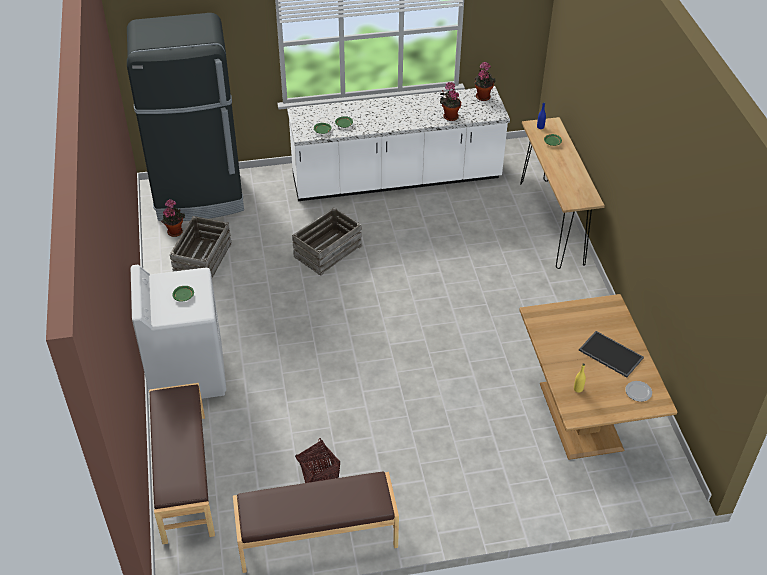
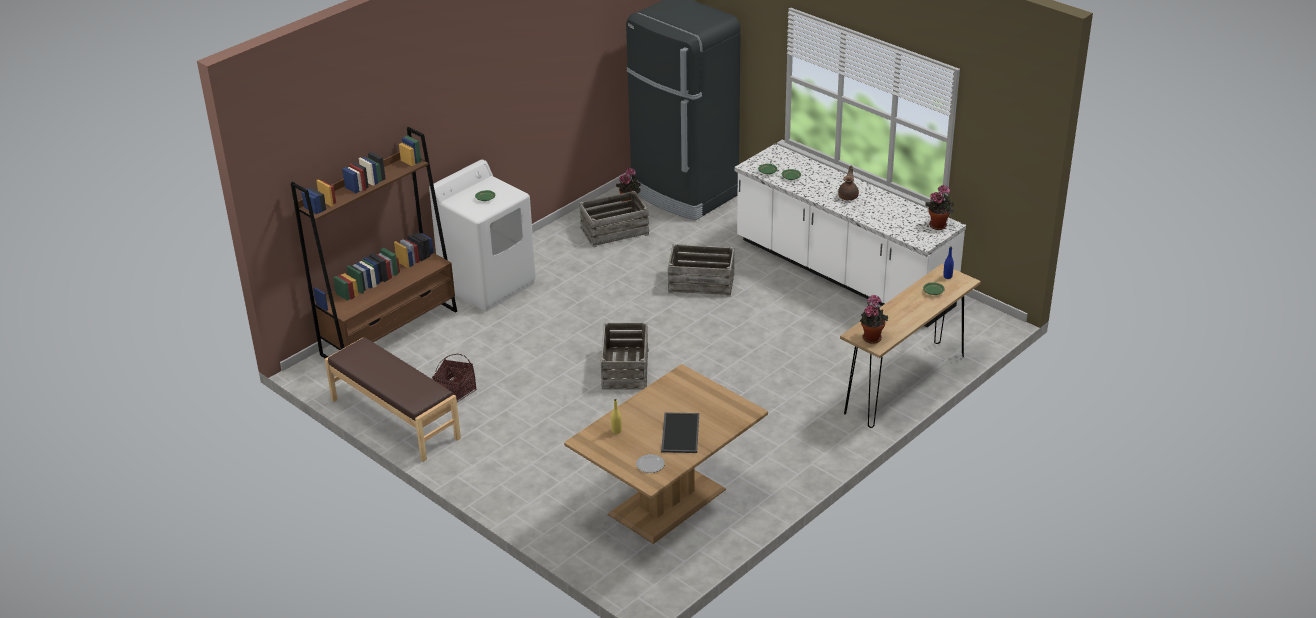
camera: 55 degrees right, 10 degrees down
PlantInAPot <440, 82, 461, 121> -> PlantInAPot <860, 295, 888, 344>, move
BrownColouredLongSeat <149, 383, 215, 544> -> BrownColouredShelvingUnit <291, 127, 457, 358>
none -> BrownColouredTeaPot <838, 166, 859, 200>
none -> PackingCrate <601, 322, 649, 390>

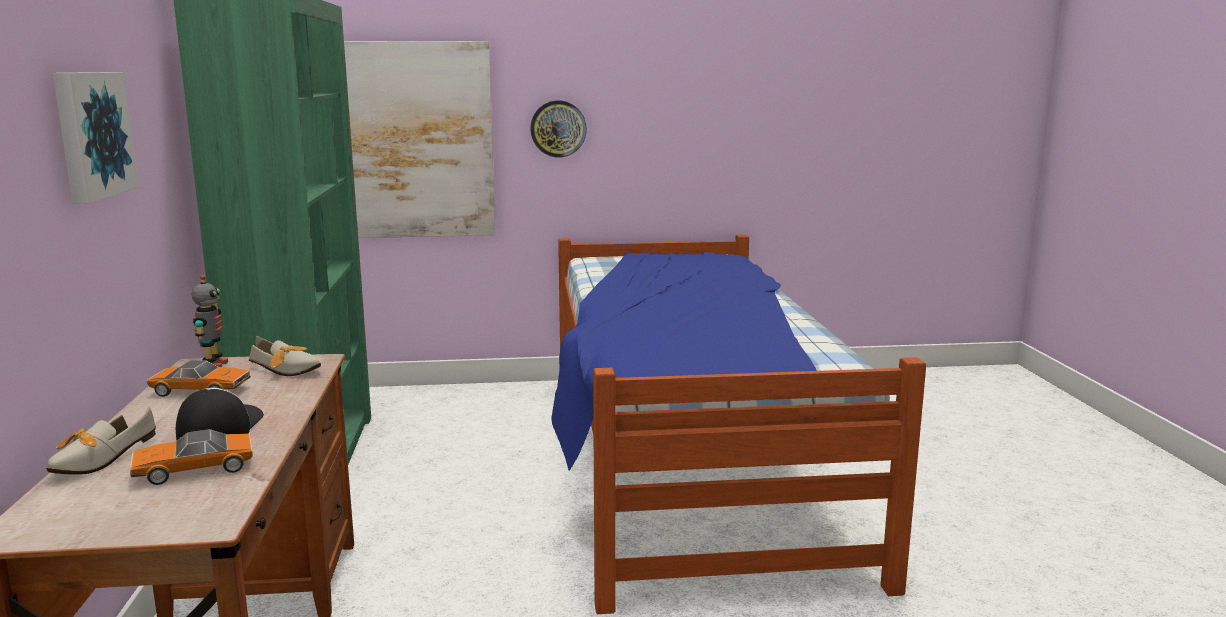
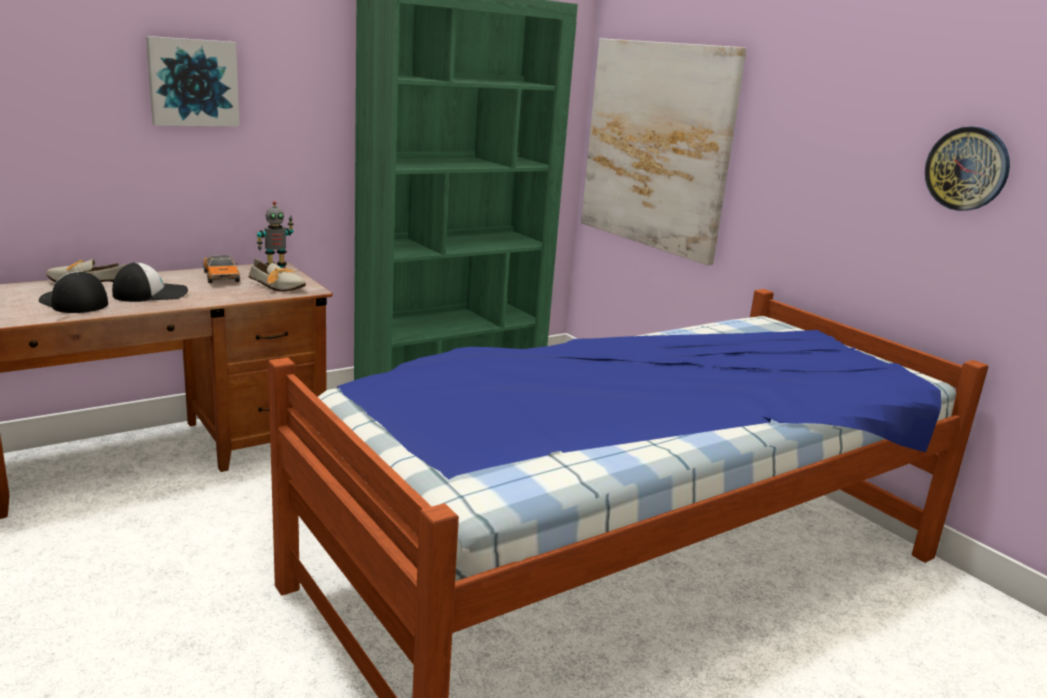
camera: 60 degrees right, 5 degrees up
HangingClock <530, 100, 587, 157> -> HangingClock <925, 127, 1010, 211>, move
ItemOfFootwear <249, 336, 321, 376> -> ItemOfFootwear <248, 259, 306, 292>, 60 degrees counterclockwise
ToyCar <130, 429, 253, 485> -> BaseballCap <39, 271, 108, 313>

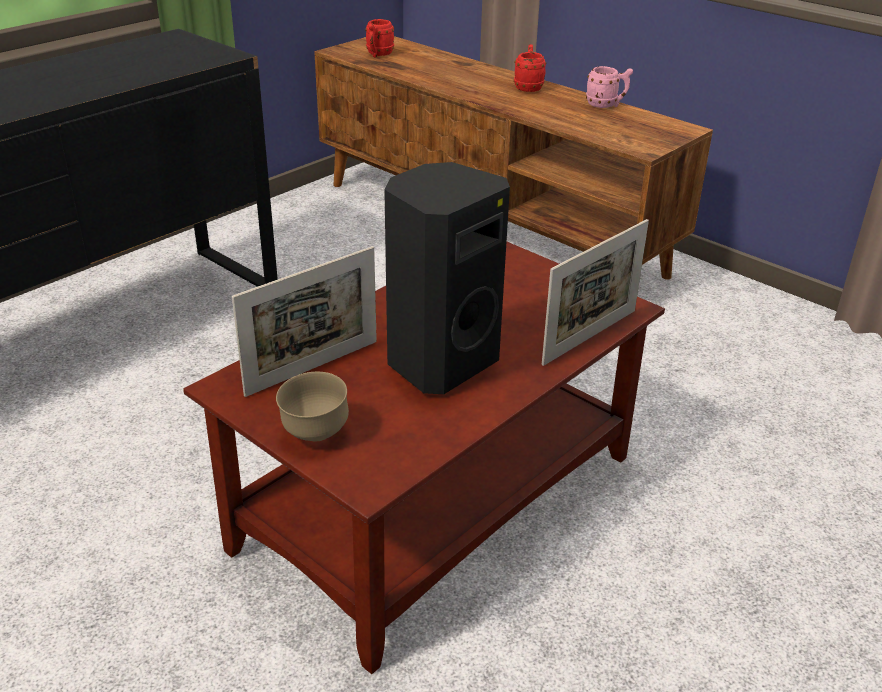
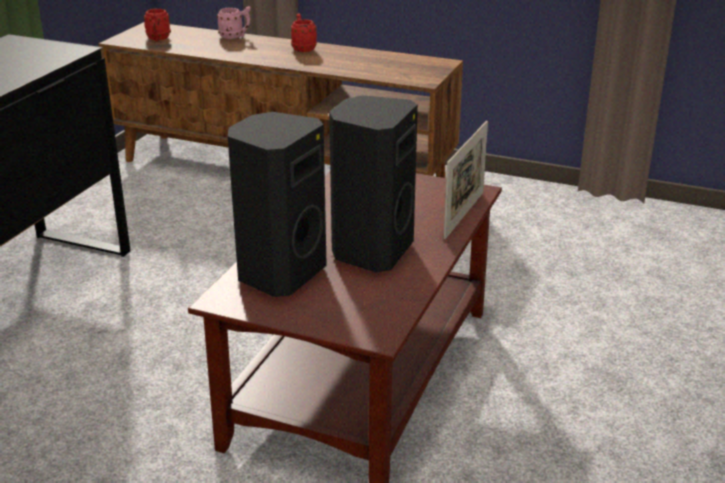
camera: 20 degrees left, 5 degrees down
PinkColouredTeaMug <586, 66, 633, 108> -> PinkColouredTeaMug <217, 7, 251, 39>, move
PictureFrame <232, 246, 377, 397> -> BlackLoudspeaker <228, 112, 327, 297>
BrownColouredServingBowl <276, 372, 349, 441> -> none

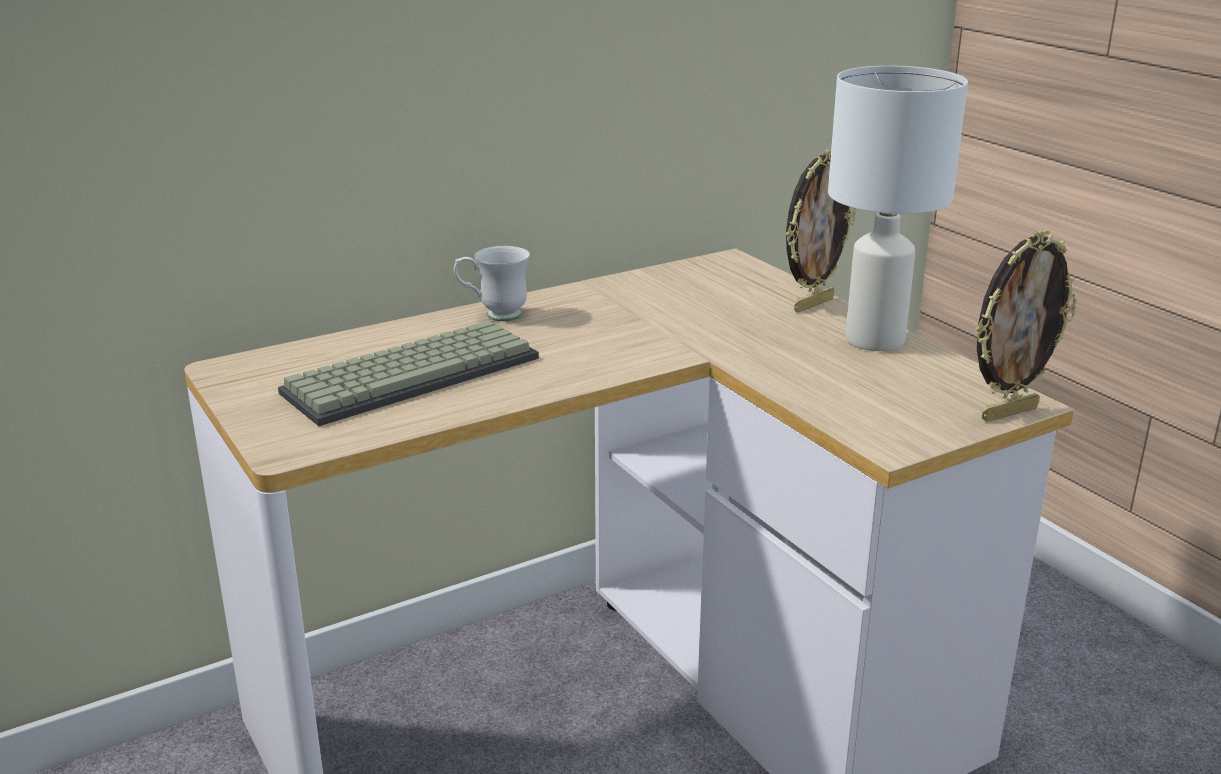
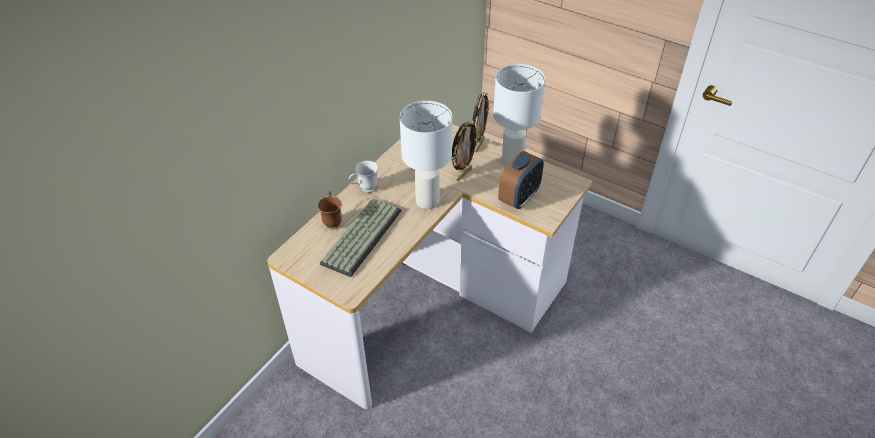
camera: 25 degrees left, 20 degrees up
PictureFrame <976, 230, 1077, 422> -> PictureFrame <452, 121, 479, 181>, move
none -> WhiteColouredTabletopLamp <400, 101, 453, 209>
none -> AlarmClock <498, 151, 544, 209>
none -> BrownColouredTeaMug <317, 191, 342, 230>

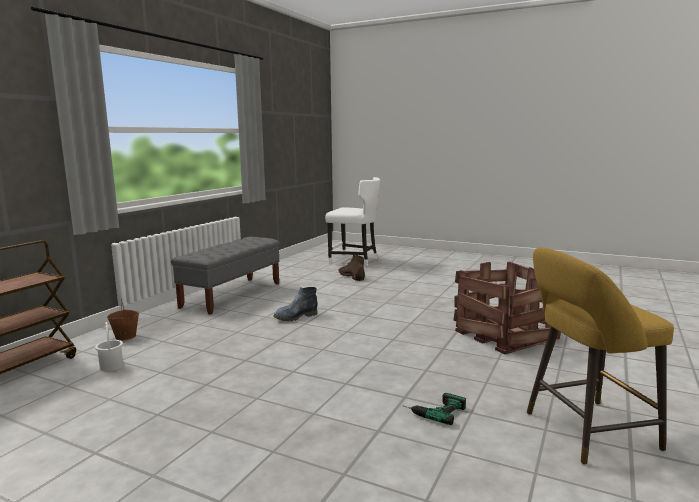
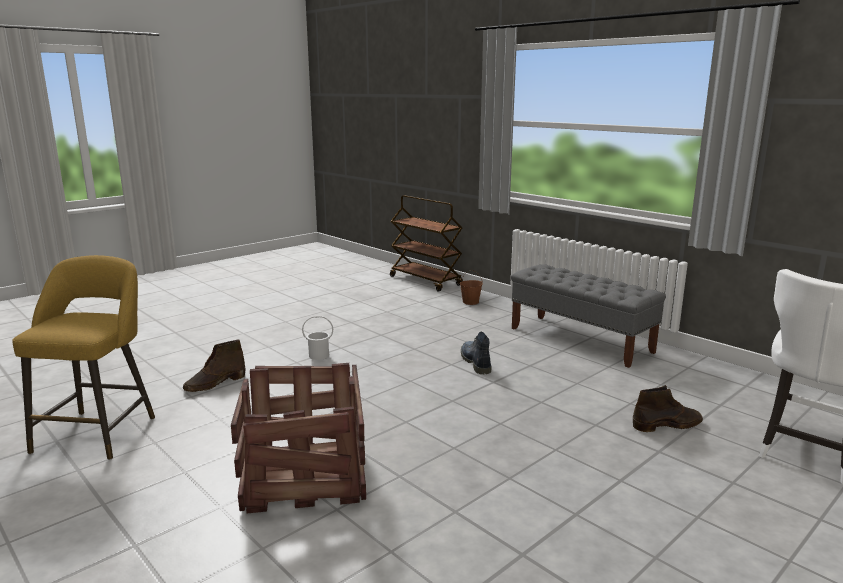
camera: 110 degrees right, 5 degrees up
WhiteColouredWaterBucket <95, 322, 123, 371> -> WhiteColouredWaterBucket <302, 316, 333, 360>, move
Drill <402, 393, 466, 425> -> BrownColouredHighTopBoot <183, 339, 245, 392>

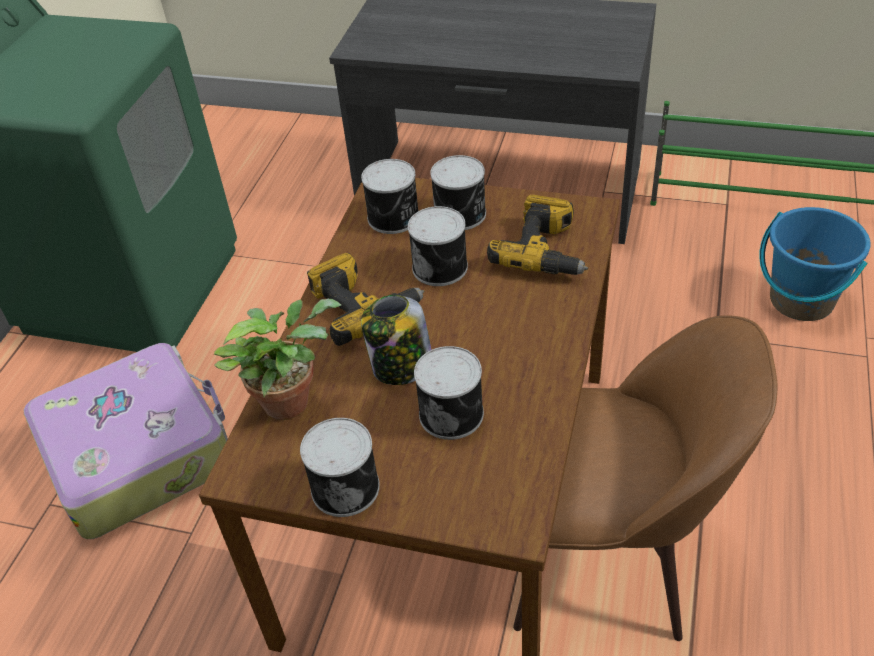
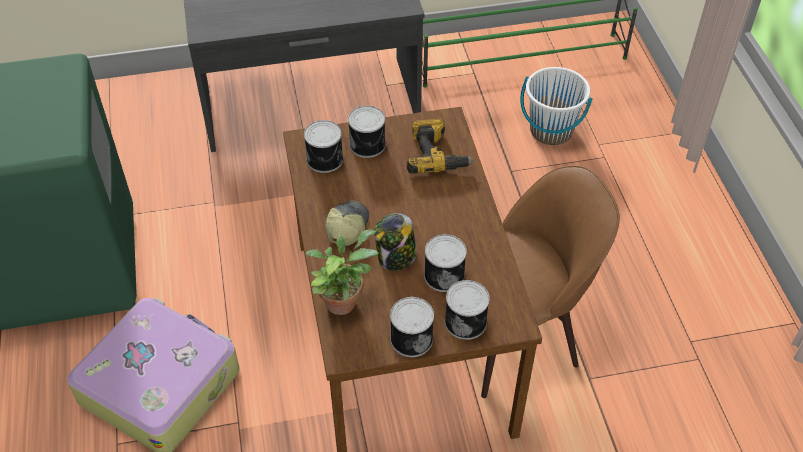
camera: 30 degrees left, 5 degrees up
Can <408, 206, 468, 286> -> Can <445, 280, 490, 340>, move
BluishWaterBucket <759, 207, 871, 321> -> WhiteColouredWaterBucket <520, 67, 593, 145>
Drill <307, 253, 425, 346> -> BaseballCap <325, 201, 369, 246>

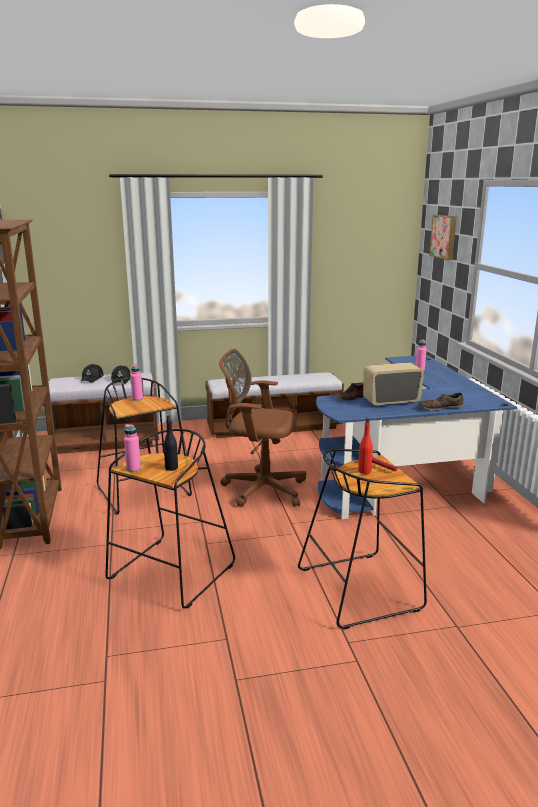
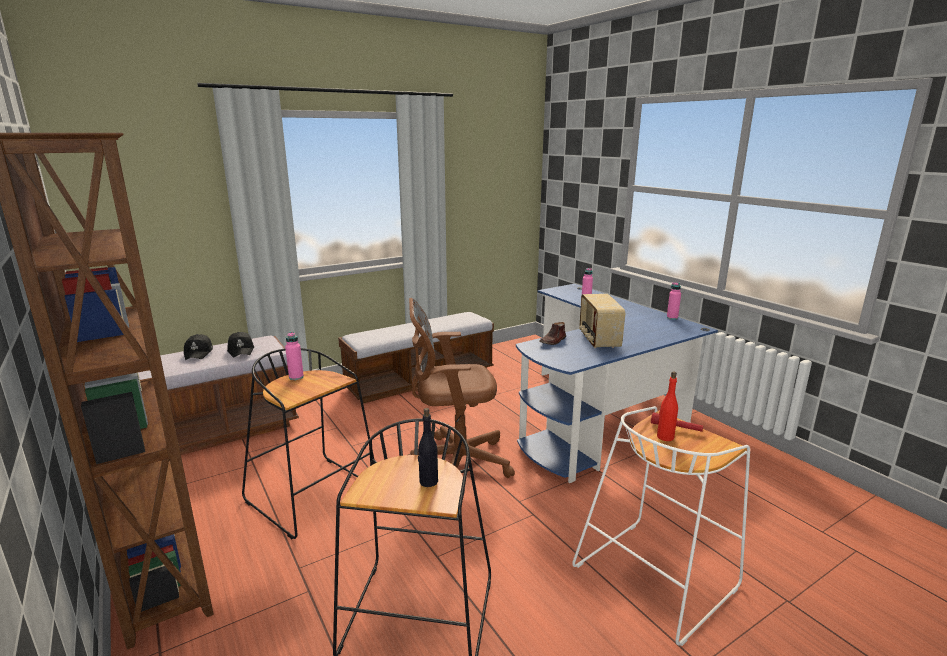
camera: 20 degrees left, 0 degrees up
Picture <429, 215, 457, 260> -> none
RadioReceiver <363, 362, 424, 406> -> RadioReceiver <579, 294, 625, 348>, 60 degrees counterclockwise
BrownColouredItemOfFootwear <418, 393, 463, 411> -> none
PinkColouredBottle <124, 424, 141, 472> -> PinkColouredBottle <667, 282, 681, 320>, move
BlackStoolSeat <298, 449, 427, 630> -> WhiteColouredStoolSeat <572, 406, 750, 646>

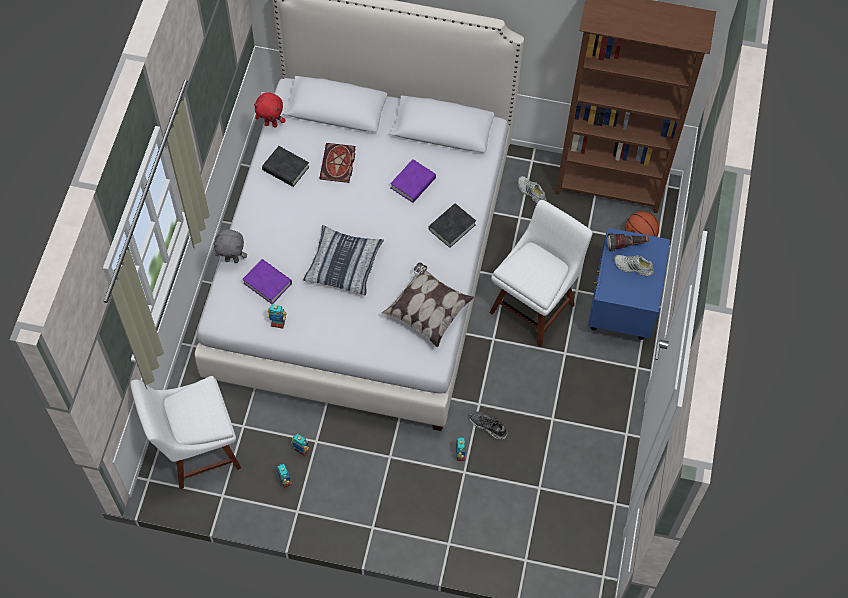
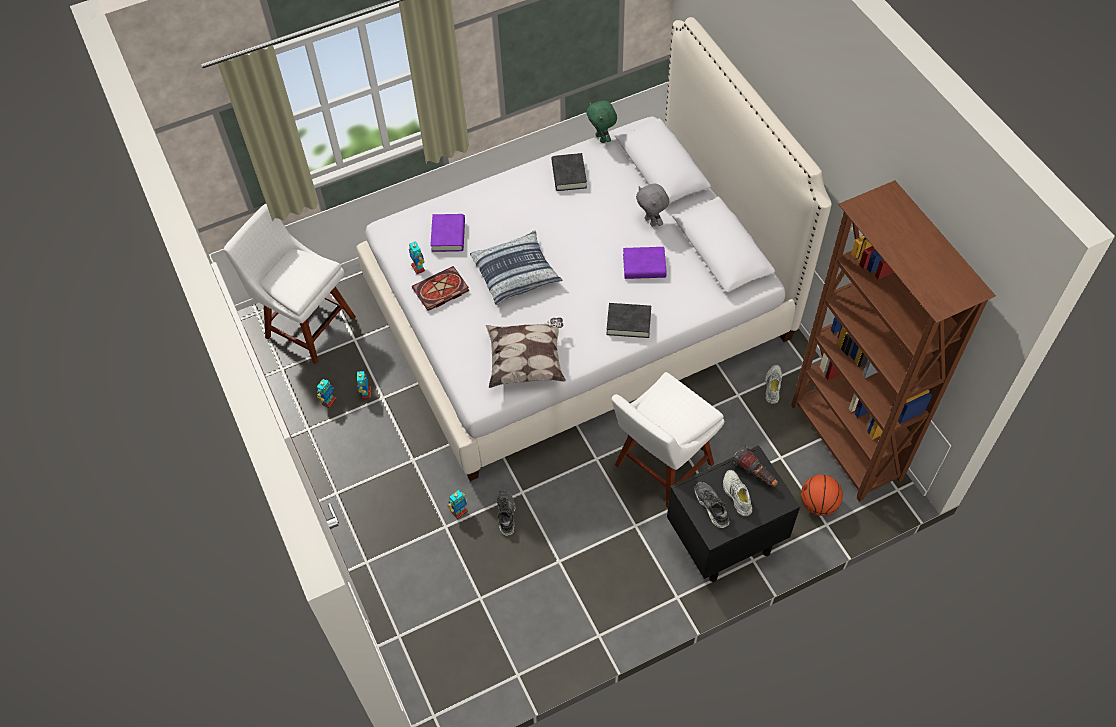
camera: 55 degrees right, 5 degrees down
RedPlushToy <254, 93, 285, 128> -> GreenPlushToy <586, 101, 617, 143>
Book <319, 143, 356, 183> -> Book <412, 266, 469, 311>, move
WhiteColouredUprightChair <489, 200, 593, 347> -> WhiteColouredUprightChair <611, 372, 724, 508>, 135 degrees clockwise
BluishNightstand <588, 228, 670, 340> -> BlackNightstand <667, 445, 800, 582>
GreyPlushToy <213, 229, 247, 263> -> GreyPlushToy <636, 184, 669, 226>, move
none -> ItemOfFootwear <694, 482, 730, 528>

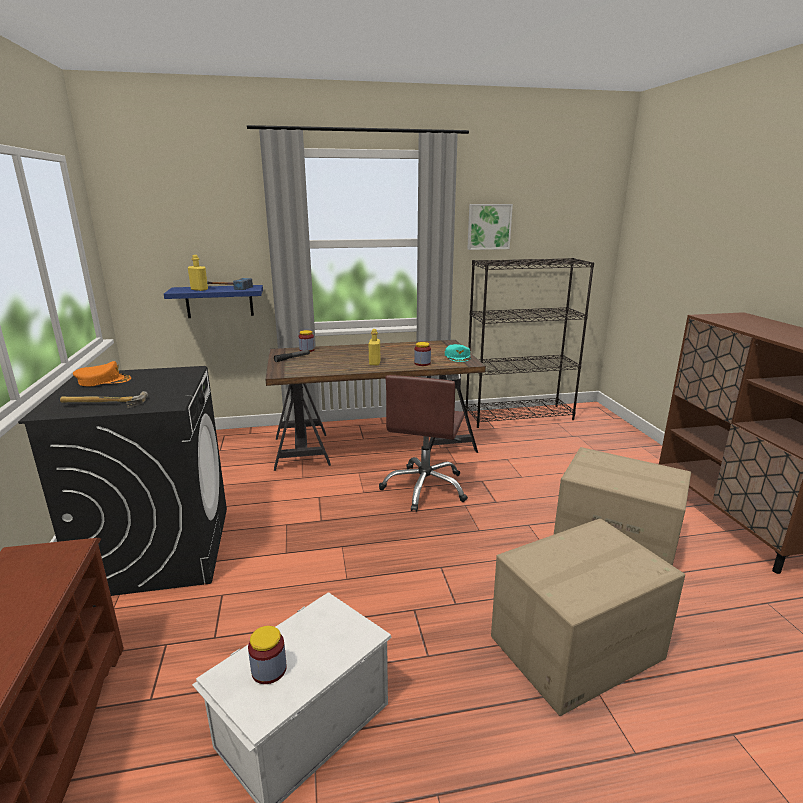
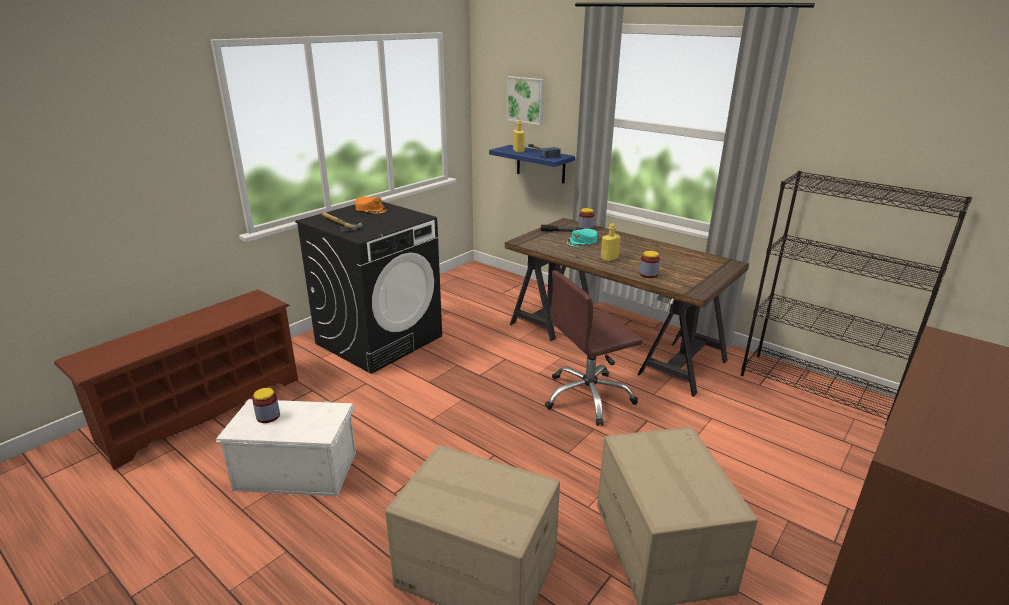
camera: 50 degrees right, 5 degrees up
Picture <467, 204, 513, 250> -> Picture <507, 76, 545, 125>, move
BlueGreenBaseballCap <445, 344, 471, 362> -> BlueGreenBaseballCap <567, 229, 598, 247>, move

